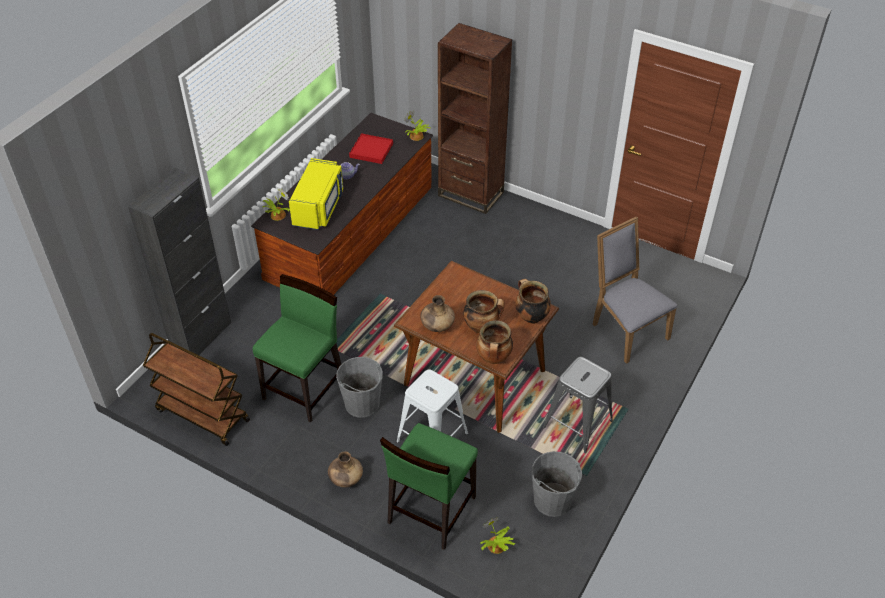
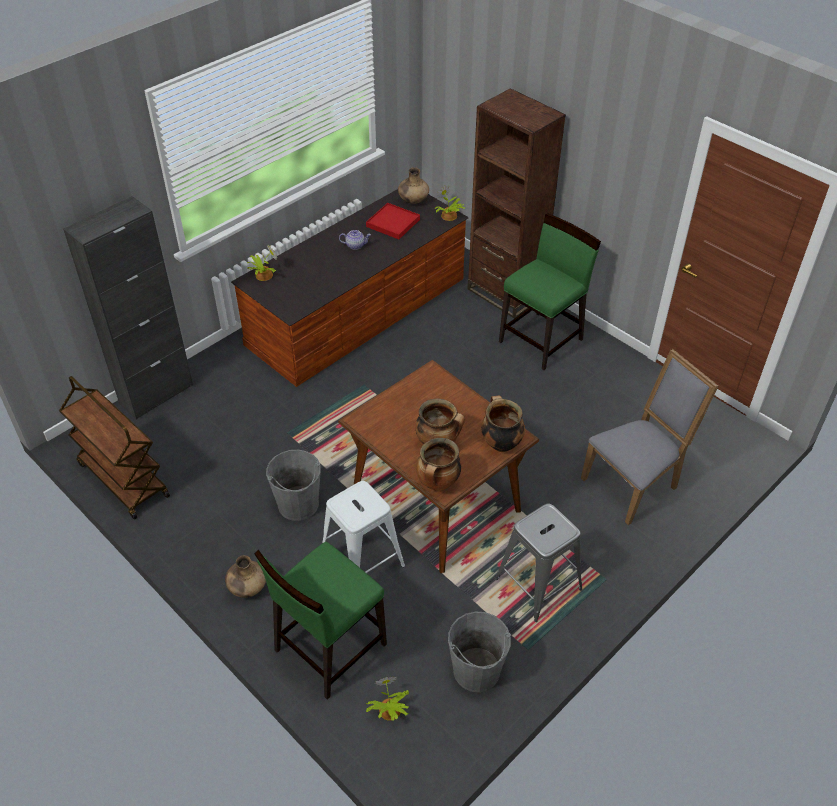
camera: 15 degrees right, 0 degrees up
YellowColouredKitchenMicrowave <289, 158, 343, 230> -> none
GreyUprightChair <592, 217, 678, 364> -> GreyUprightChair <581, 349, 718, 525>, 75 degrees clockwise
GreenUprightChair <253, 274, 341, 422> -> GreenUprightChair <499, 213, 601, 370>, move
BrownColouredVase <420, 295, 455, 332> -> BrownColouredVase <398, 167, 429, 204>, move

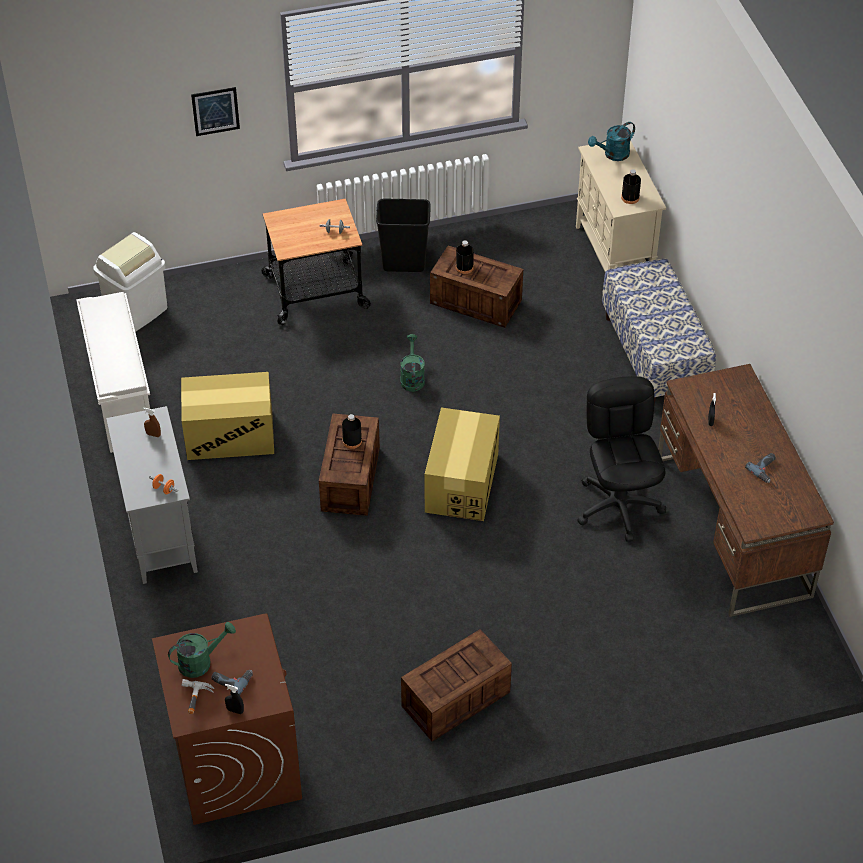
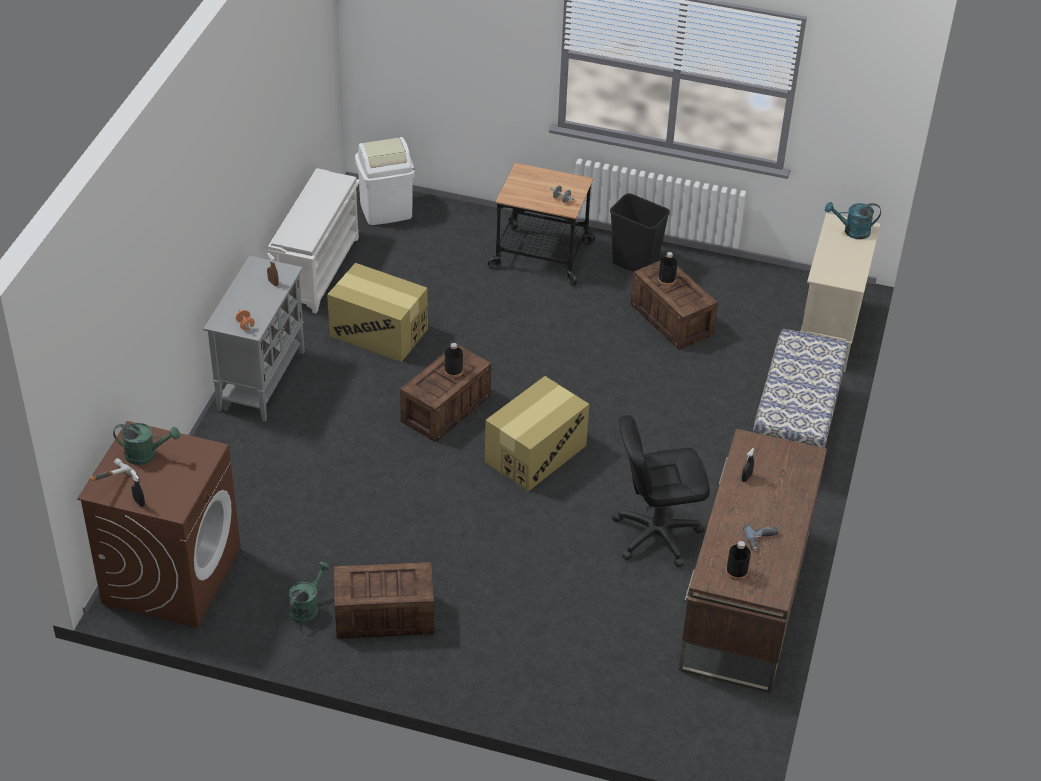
camera: 30 degrees right, 5 degrees down
Picture <191, 87, 240, 136> -> none
BlackBottle <621, 169, 641, 204> -> BlackBottle <726, 541, 751, 581>, move
GreenWateringPot <400, 334, 425, 392> -> GreenWateringPot <289, 562, 330, 624>, move
BlackComputerChair <577, 376, 666, 542> -> BlackComputerChair <612, 415, 710, 568>, 120 degrees counterclockwise
Drill <211, 670, 253, 695> -> none

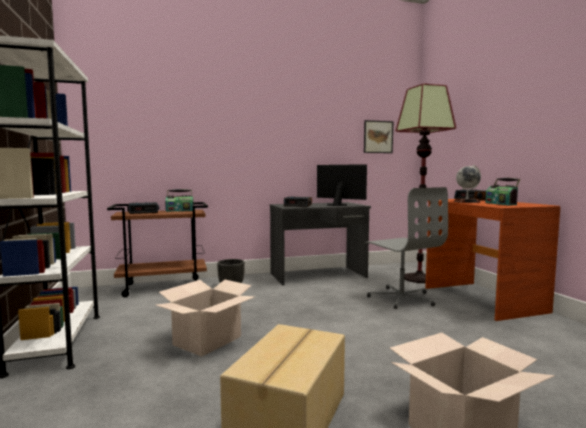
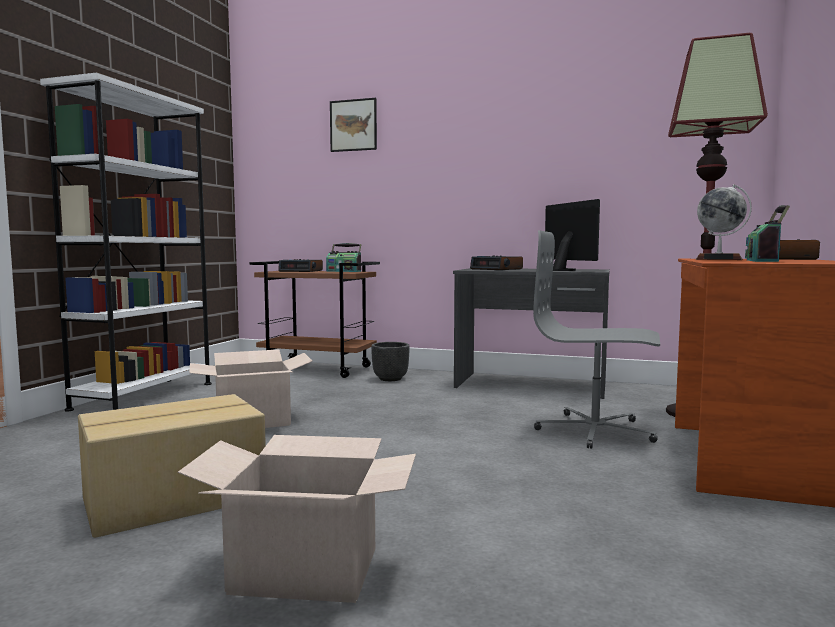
camera: 35 degrees right, 0 degrees up
Picture <364, 120, 393, 153> -> Picture <330, 98, 377, 152>, move
GreyComputerChair <365, 187, 448, 309> -> GreyComputerChair <533, 230, 660, 449>, 105 degrees clockwise

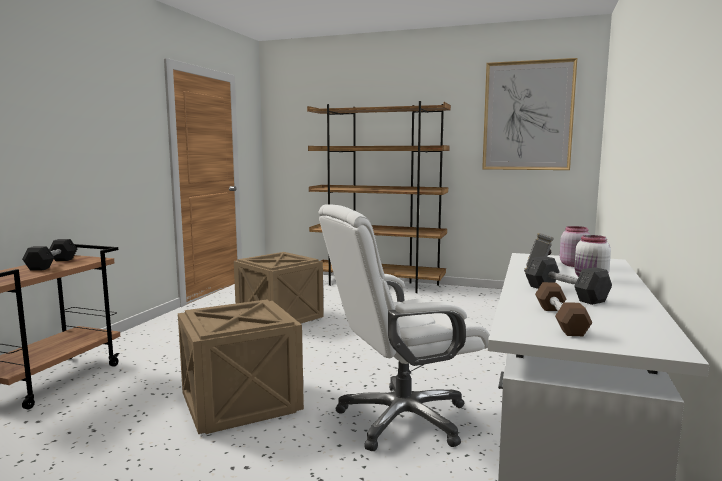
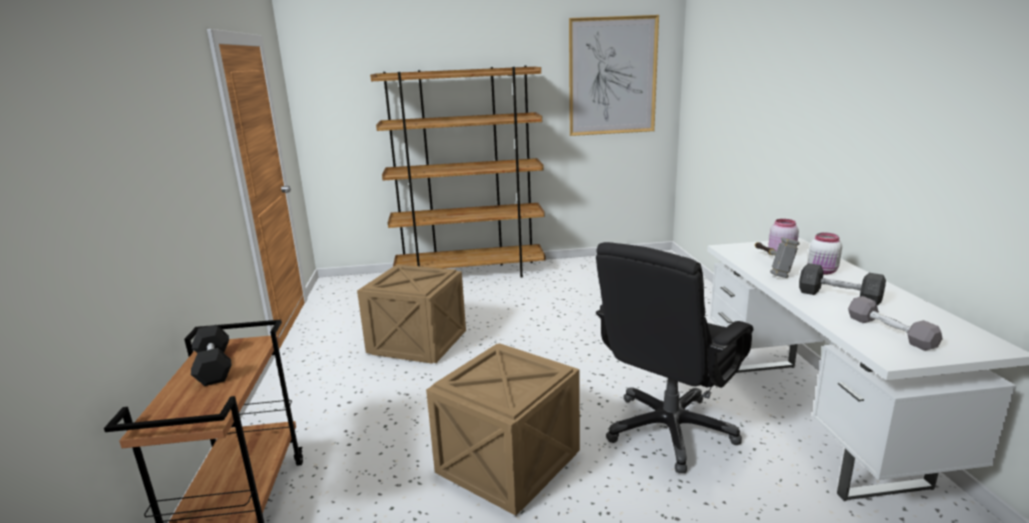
camera: 25 degrees left, 10 degrees up
WhiteColouredComputerChair <318, 204, 490, 451> -> BlackComputerChair <596, 242, 753, 473>
BrownColouredFreeWeight <535, 282, 592, 336> -> GreyFreeWeight <848, 296, 943, 351>

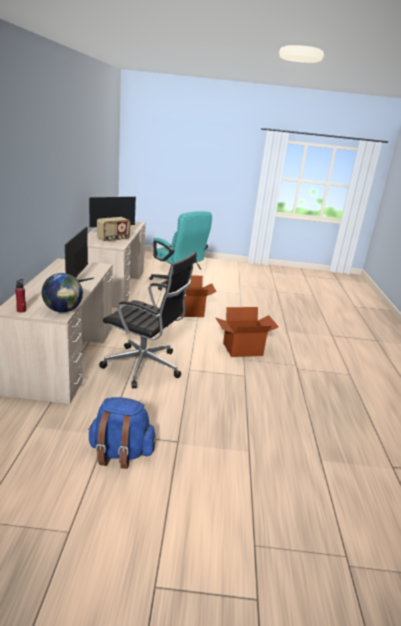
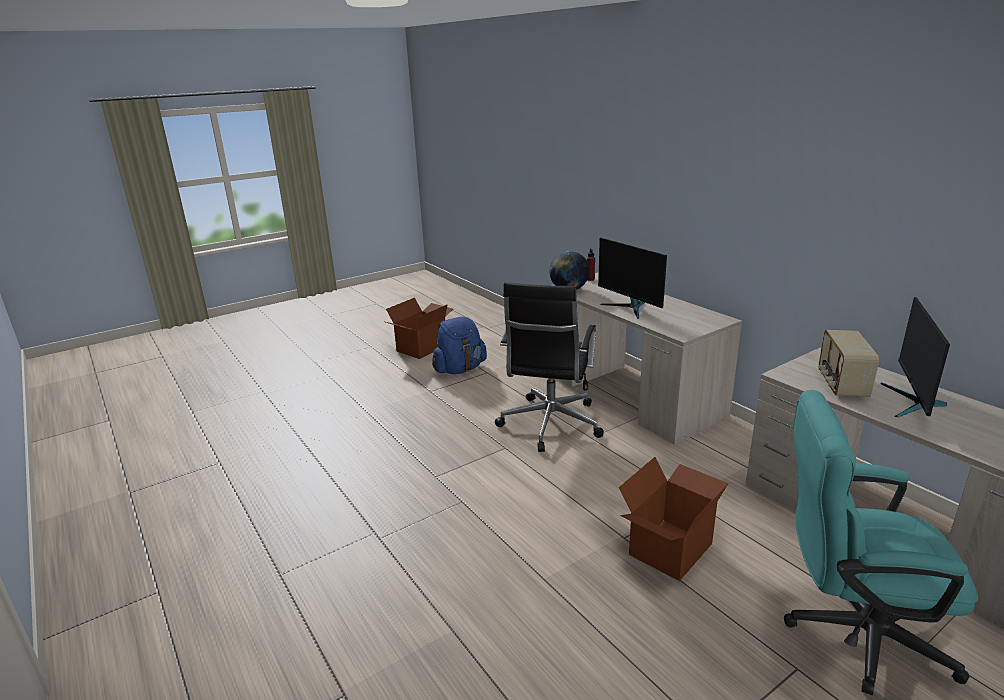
camera: 145 degrees right, 0 degrees up
BlackComputerChair <99, 252, 196, 388> -> BlackComputerChair <495, 282, 604, 452>, 60 degrees counterclockwise
CardboardBox <215, 307, 279, 357> -> CardboardBox <383, 298, 453, 359>, move

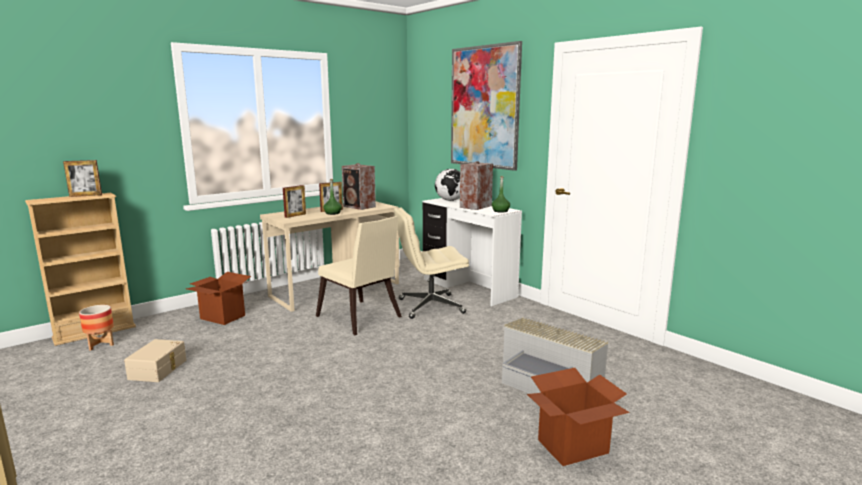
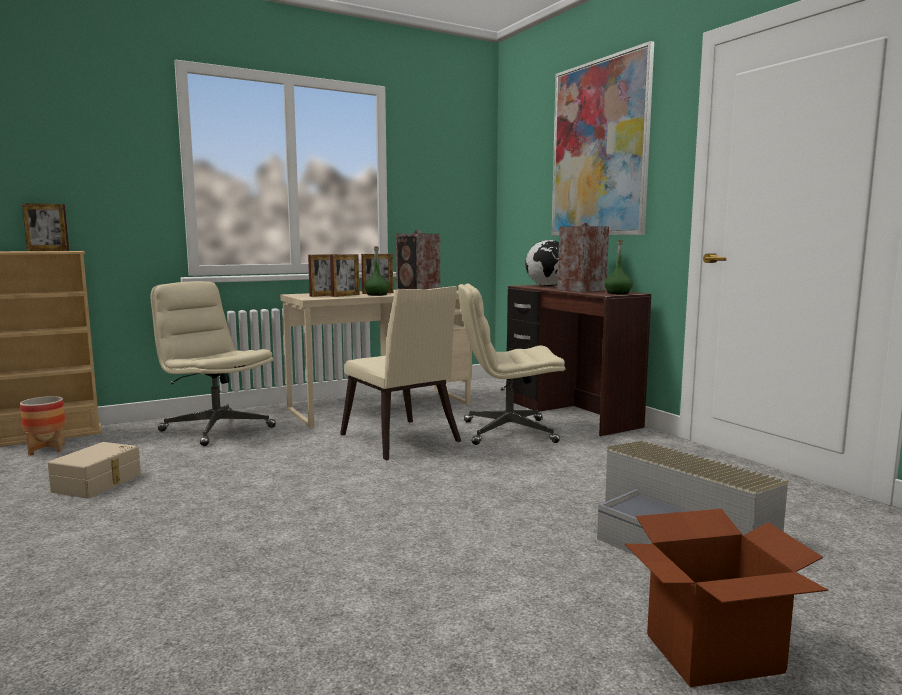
camera: 10 degrees right, 5 degrees down
WhiteColouredDesk <423, 198, 522, 306> -> BrownColouredDesk <506, 285, 651, 437>
CardboardBox <186, 272, 251, 325> -> SandColouredComputerChair <150, 281, 276, 446>
none -> PictureFrame <330, 254, 359, 297>

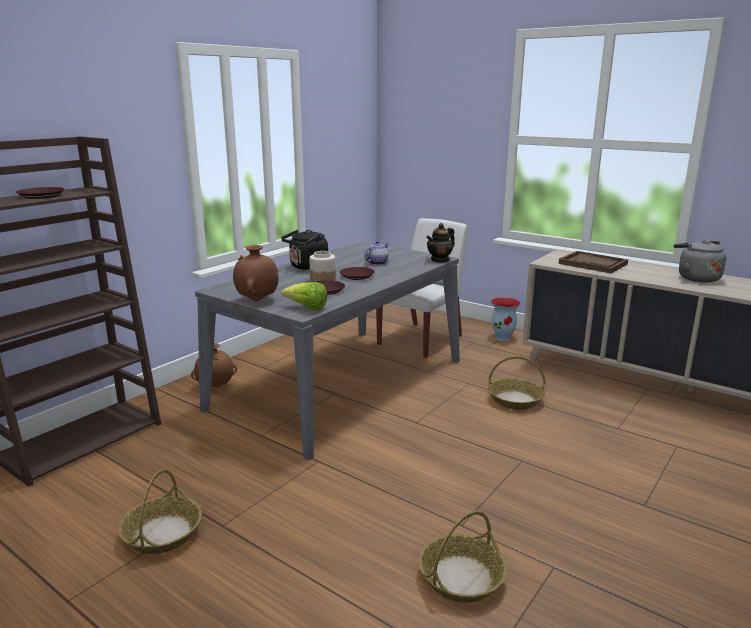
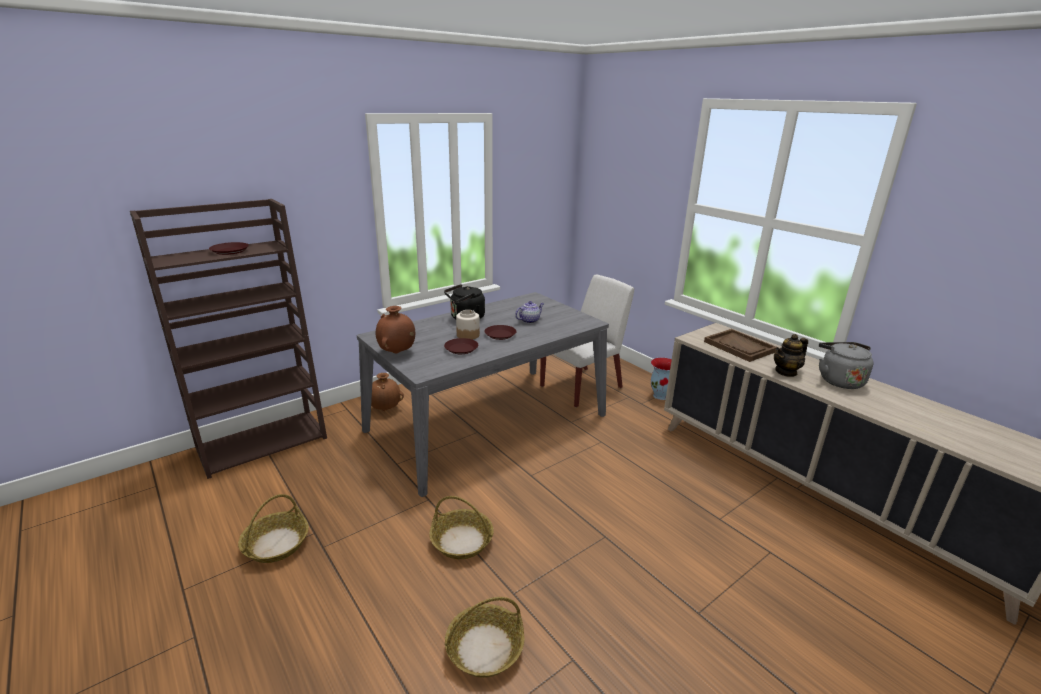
camera: 15 degrees right, 5 degrees up
TeaPot <426, 223, 455, 263> -> TeaPot <774, 334, 808, 377>, move
LettuceHead <282, 282, 327, 310> -> none
HouseholdBasket <488, 356, 546, 410> -> HouseholdBasket <429, 496, 494, 559>, move

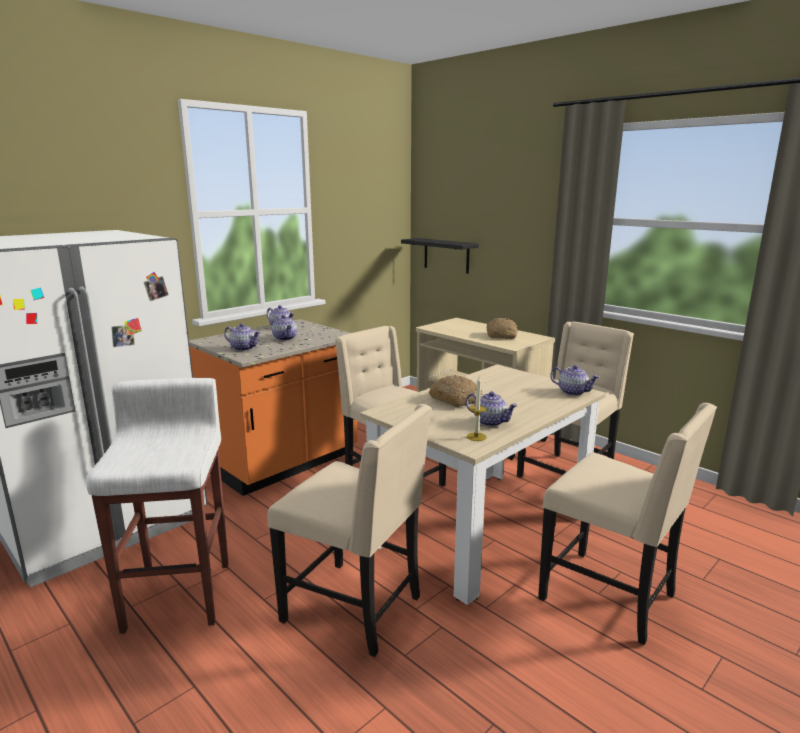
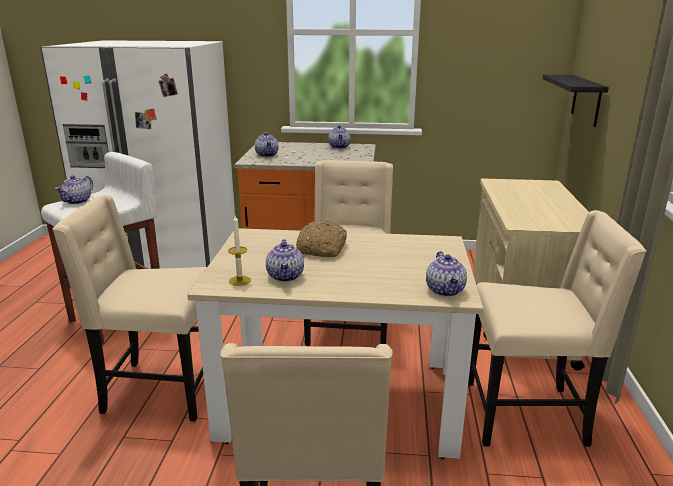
camera: 50 degrees right, 5 degrees up
TeaPot <272, 315, 297, 341> -> TeaPot <55, 175, 93, 204>, move
BakeryBread <487, 318, 518, 339> -> none
SandColouredUprightChair <268, 404, 431, 657> -> SandColouredUprightChair <52, 195, 207, 421>, 105 degrees clockwise

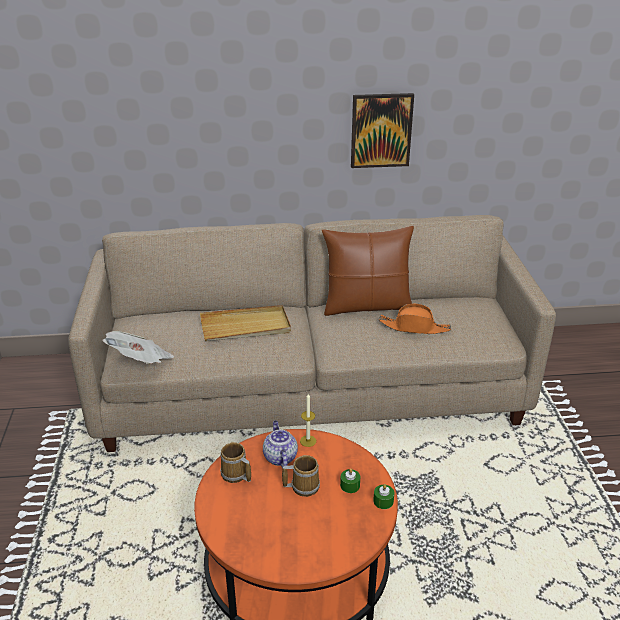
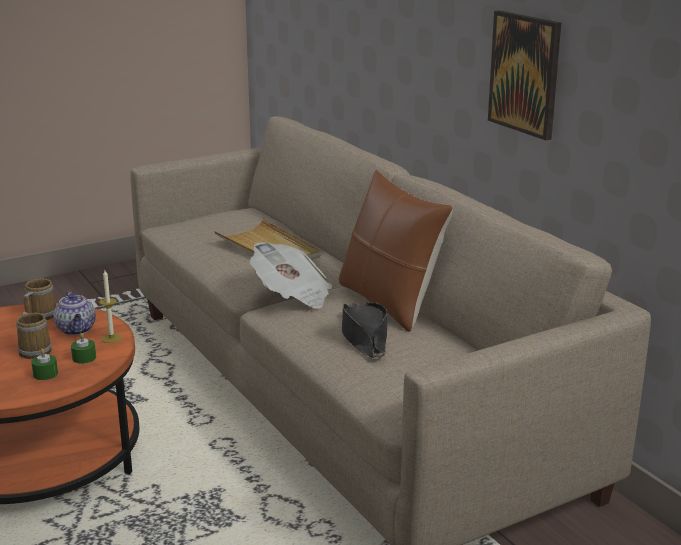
camera: 65 degrees right, 10 degrees down
OrangeColouredClothingHat <379, 304, 451, 334> -> BlackClothingHat <342, 302, 387, 358>
DailyPaper <102, 331, 174, 364> -> DailyPaper <250, 242, 332, 309>, move
TeaPot <263, 420, 298, 468> -> TeaPot <53, 291, 96, 335>, 105 degrees clockwise
GreenWaxLight <373, 484, 394, 509> -> GreenWaxLight <71, 333, 96, 364>, move

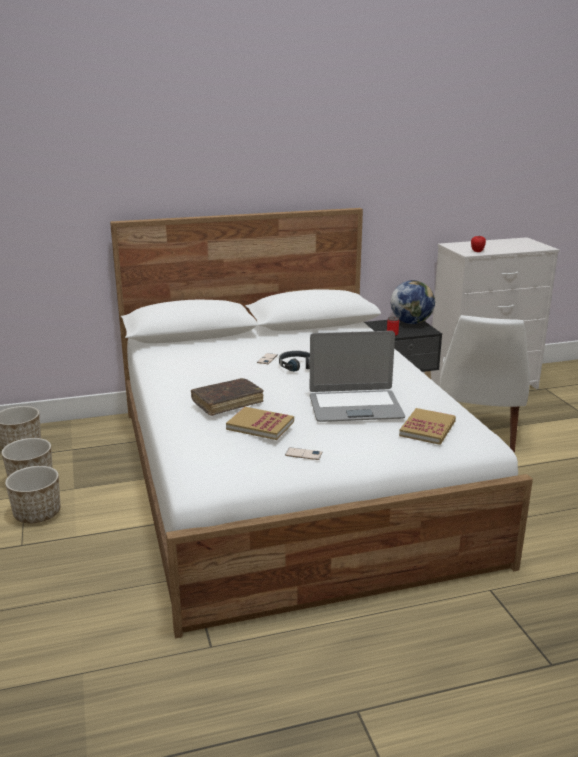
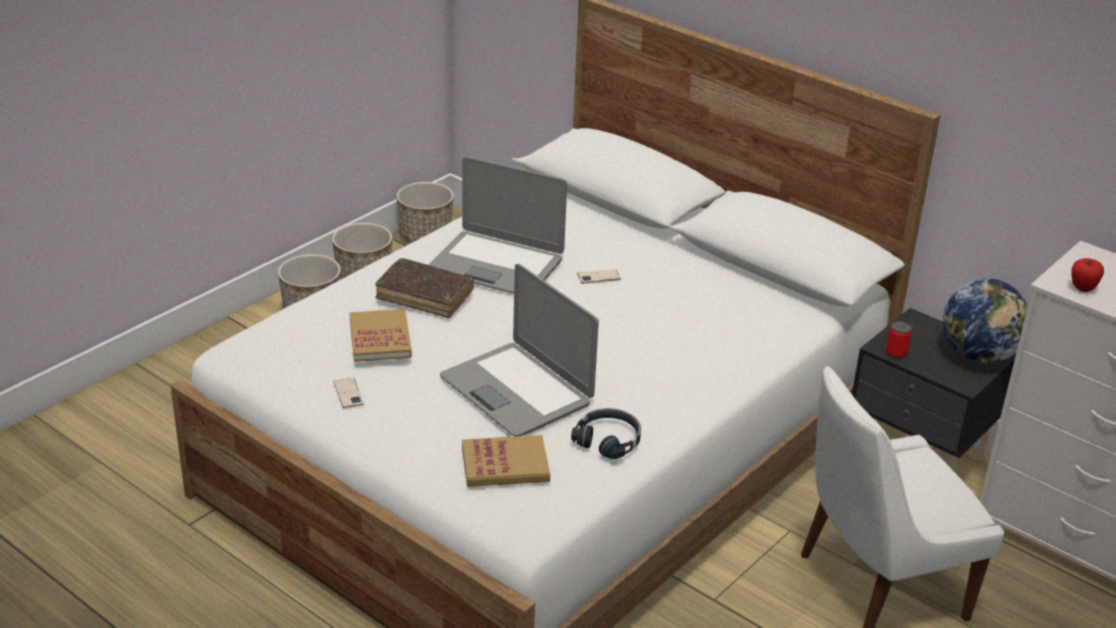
camera: 55 degrees right, 10 degrees up
BlackHeadset <279, 351, 310, 371> -> BlackHeadset <571, 408, 641, 460>, move
none -> Laptop <429, 157, 567, 294>

